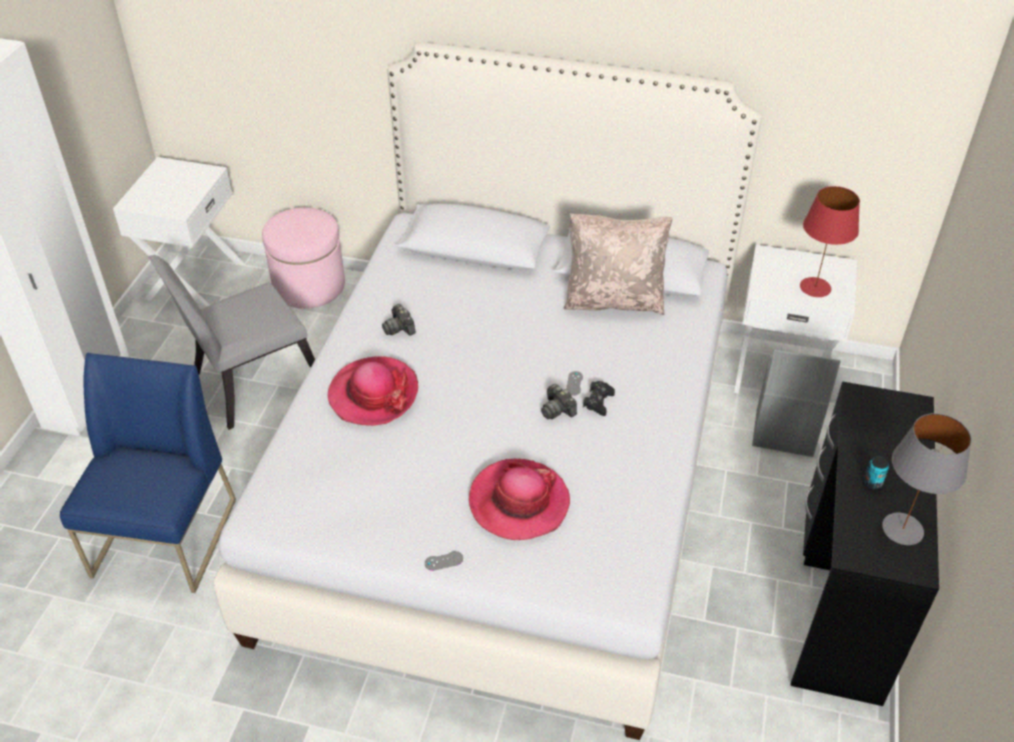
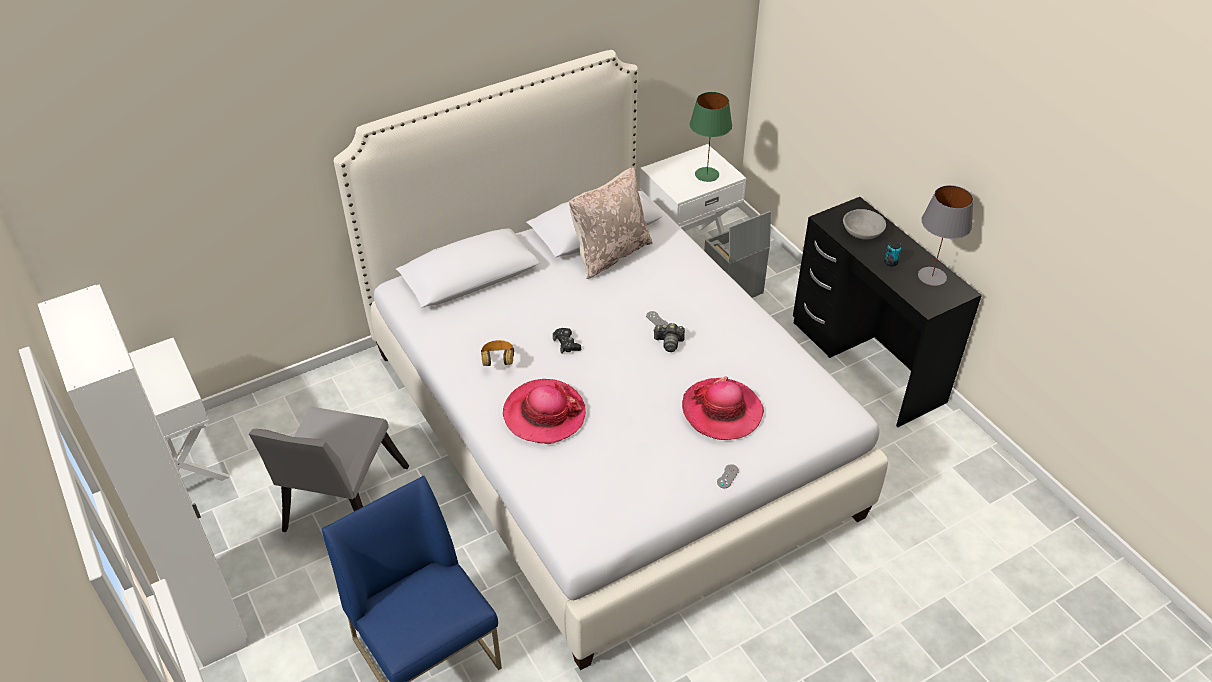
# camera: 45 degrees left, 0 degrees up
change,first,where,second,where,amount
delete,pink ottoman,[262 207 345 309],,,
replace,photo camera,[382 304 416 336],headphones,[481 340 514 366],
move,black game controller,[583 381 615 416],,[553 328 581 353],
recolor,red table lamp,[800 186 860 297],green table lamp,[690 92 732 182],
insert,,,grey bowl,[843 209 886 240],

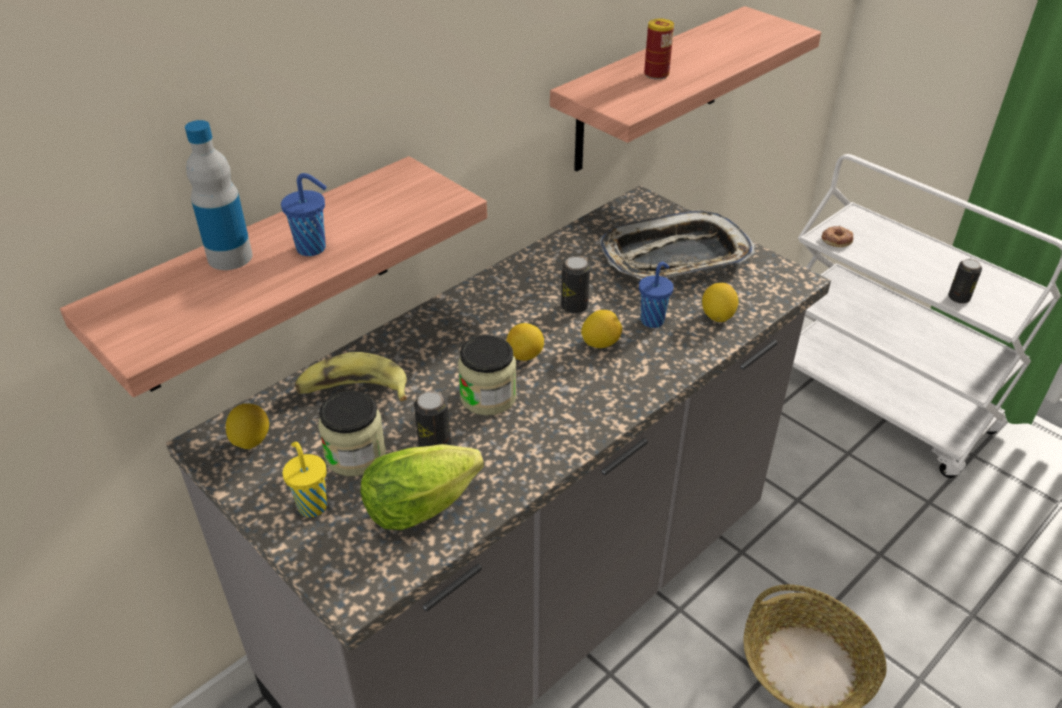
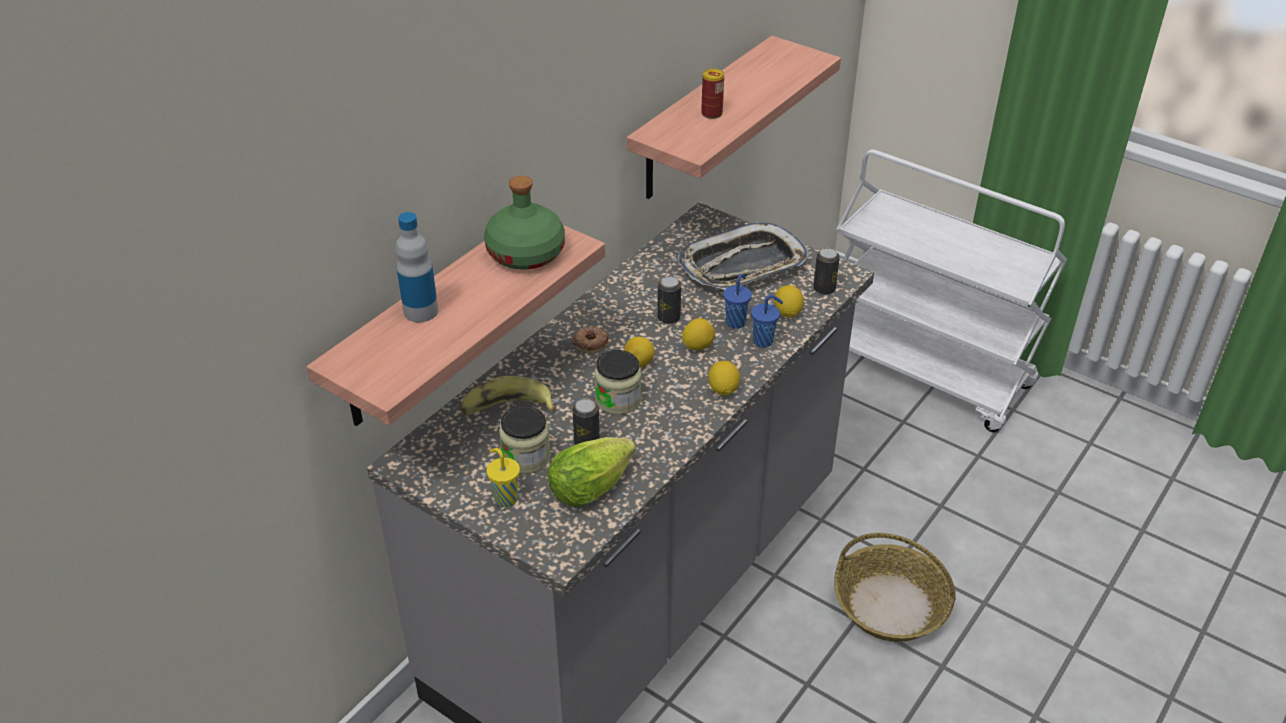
# camera: 10 degrees left, 0 degrees up
change,first,where,second,where,amount
move,lemon,[226 404 269 449],,[708 361 740 396],
move,blue cup,[281 173 327 256],,[751 295 783 348],
move,donut,[822 226 853 247],,[572 326 609 353],
move,can,[948 259 982 304],,[813 248 840 295],
insert,,,green bottle,[484 176 565 270],

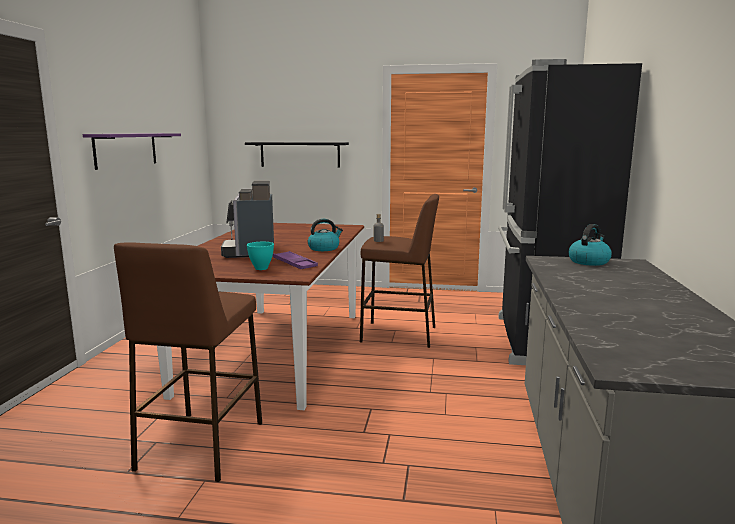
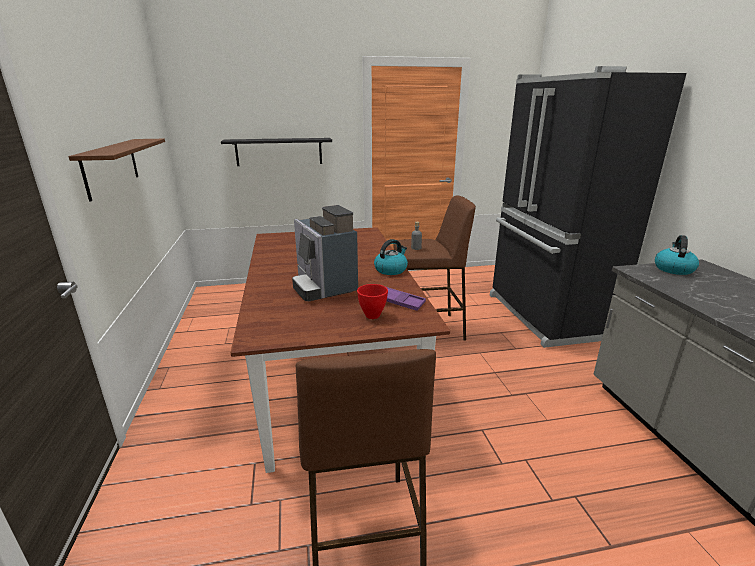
# camera: 20 degrees left, 10 degrees up
change,first,where,second,where,amount
recolor,purple shelf,[83 133 181 170],brown shelf,[68 139 165 202],
recolor,turquoise bowl,[247 242 274 270],red bowl,[357 284 388 319],

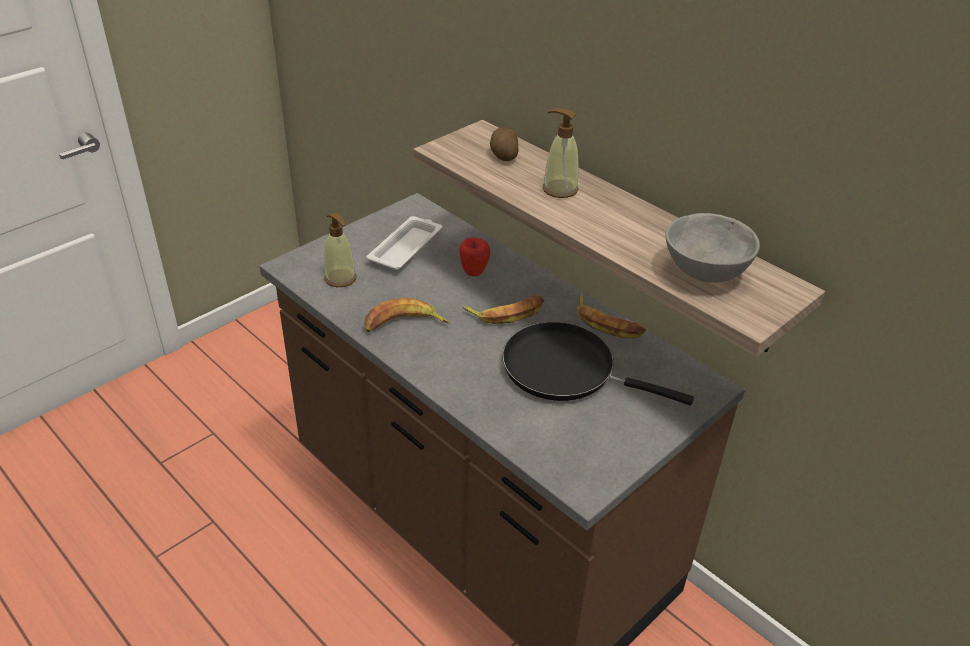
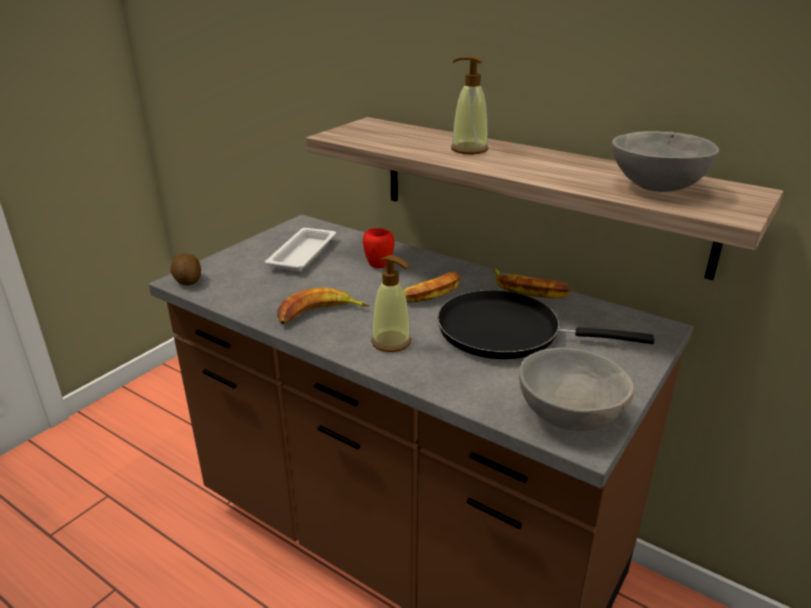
# camera: 10 degrees left, 10 degrees down
change,first,where,second,where,amount
move,soap dispenser,[324 212 357 287],,[371 255 411 352],
move,potato,[490 127 519 161],,[171 253 201 286],
insert,,,grey bowl,[519 348 634 431],

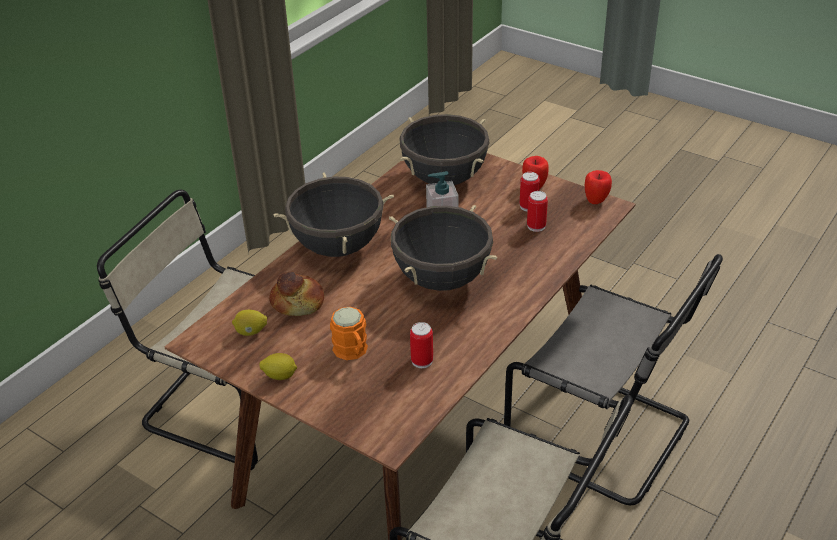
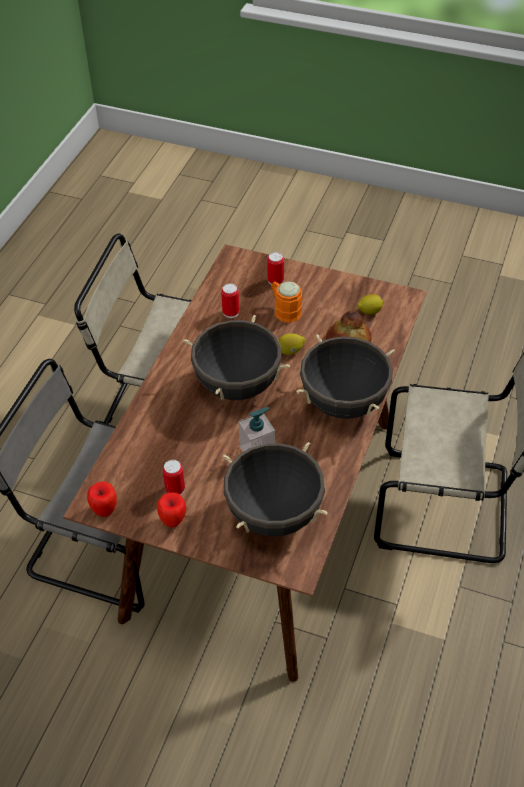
# camera: 165 degrees right, 10 degrees up
change,first,where,second,where,amount
move,lemon,[259 353 297 380],,[279 333 305 355],
move,can,[527 191 548 232],,[267 252 284 285],

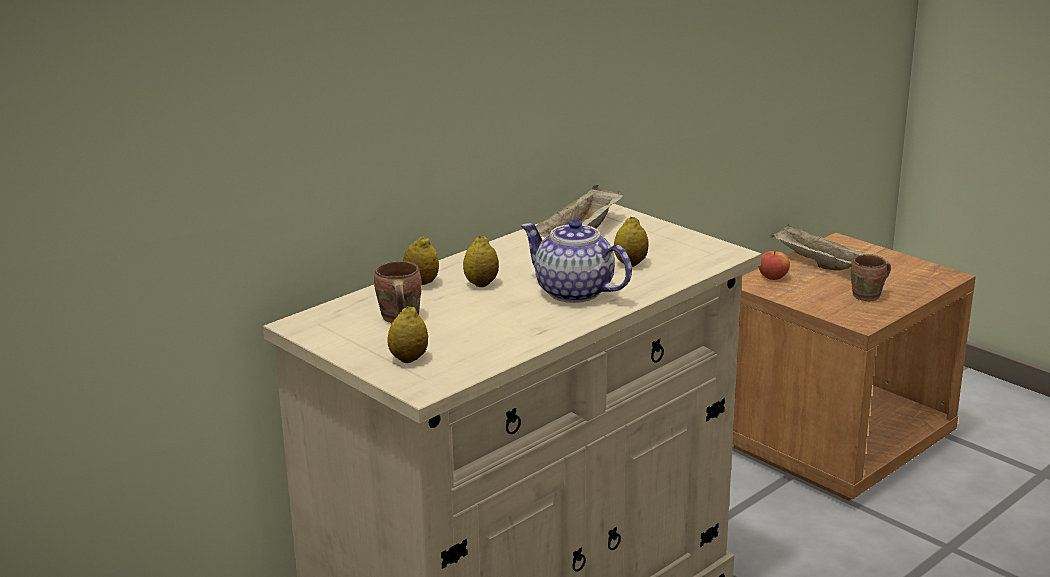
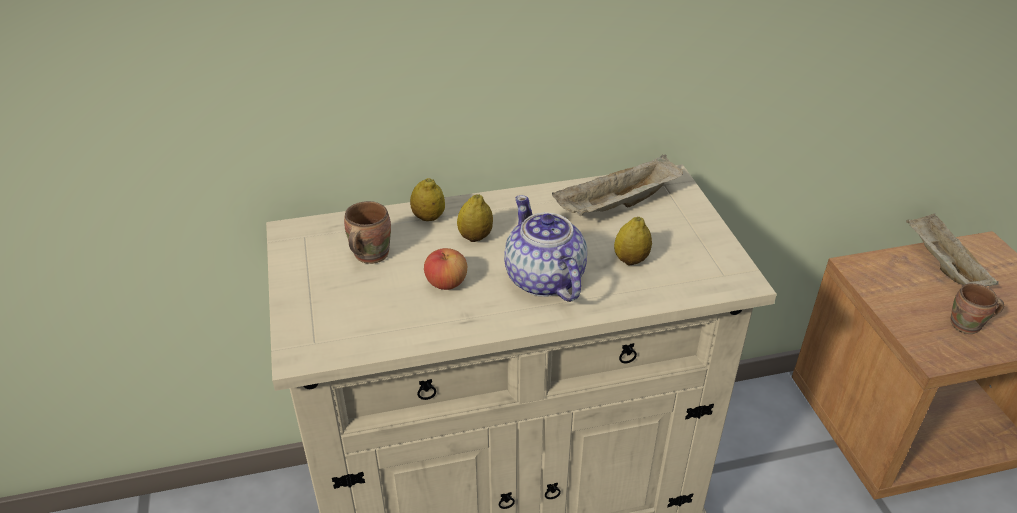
# camera: 30 degrees right, 15 degrees up
change,first,where,second,where,amount
delete,lemon,[387 306 428 363],,,
move,apple,[758 250 790 280],,[424 248 467 290],

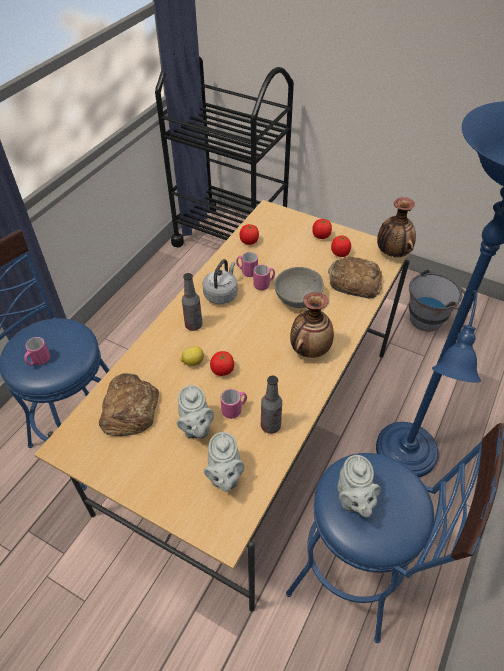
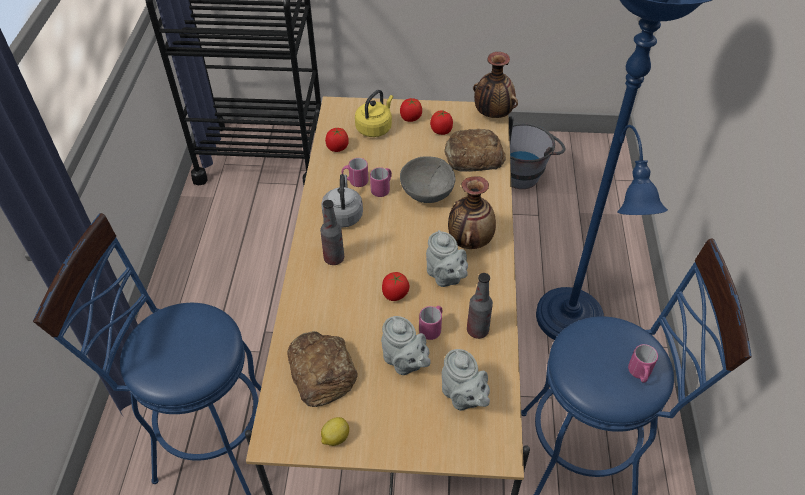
# camera: 25 degrees left, 0 degrees up
change,first,where,second,where,amount
move,pink mug,[24 337 50 366],,[628 344 658 383],
move,lemon,[180 346 204 366],,[321 417 349 446],
move,grey teapot,[338 455 380 518],,[426 230 468 287],
insert,,,yellow kettle,[355 90 393 137],

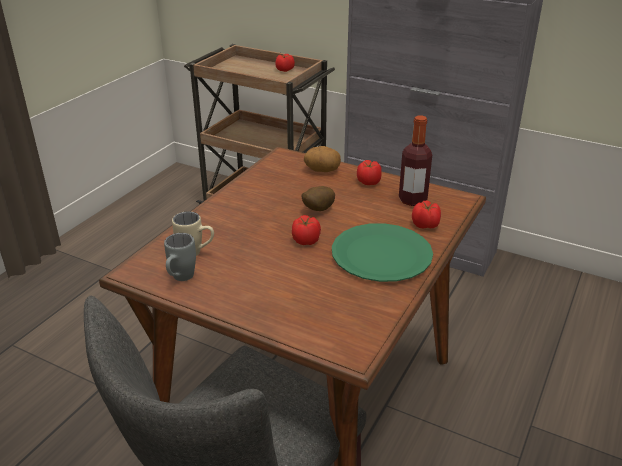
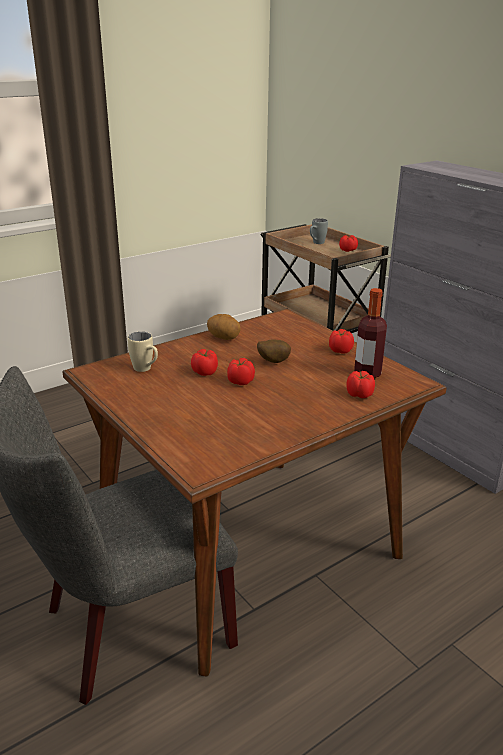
# camera: 25 degrees right, 5 degrees down
change,first,where,second,where,amount
move,grey mug,[164 233 196 281],,[310 218 328 244],
move,potato,[304 146 341 172],,[207 314 240 340],
delete,green plate,[332 223 433 282],,,
insert,,,tomato,[191 349 218 376],

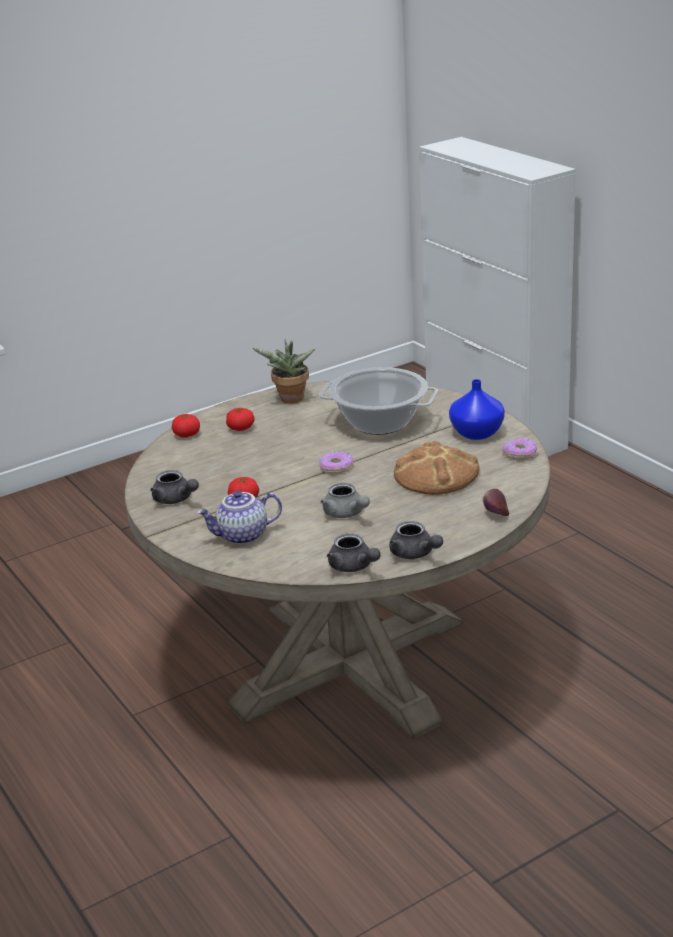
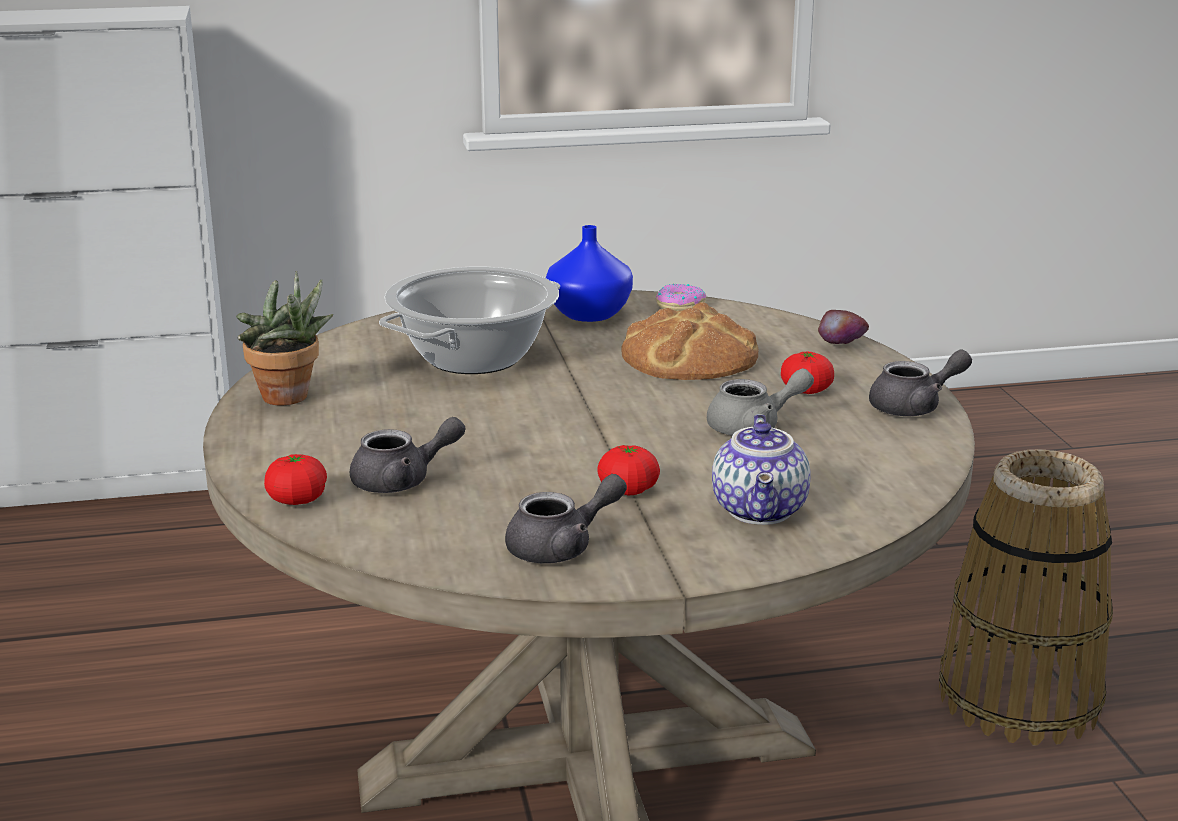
# camera: 70 degrees left, 5 degrees down
change,first,where,second,where,amount
move,tomato,[226 408 255 431],,[781 352 834 394],
delete,donut,[319 451 354 474],,,
move,grey teapot,[327 533 381 572],,[350 417 465 493],
insert,,,basket,[939 449 1113 746],

